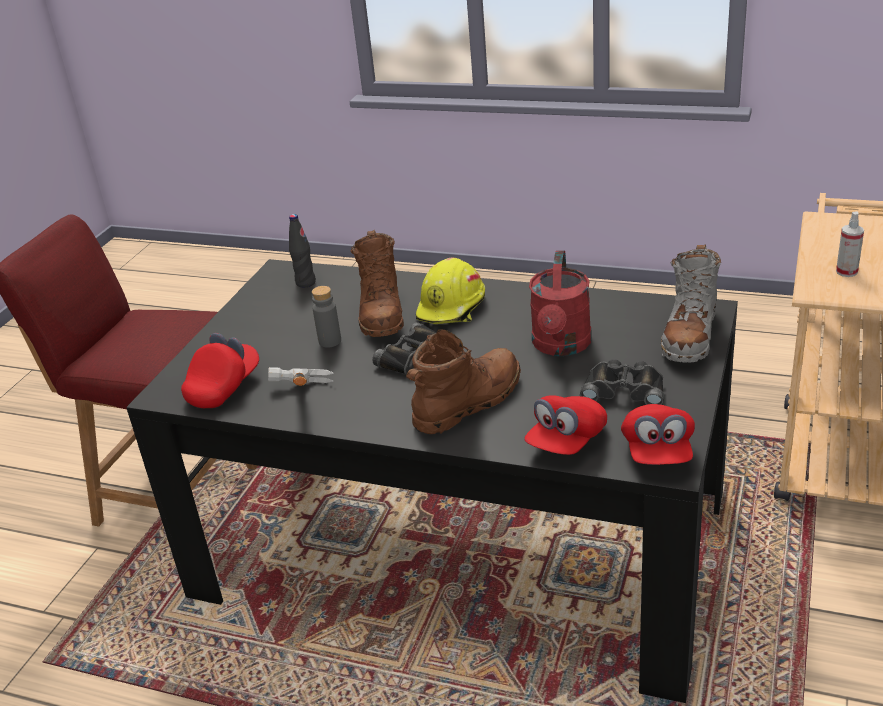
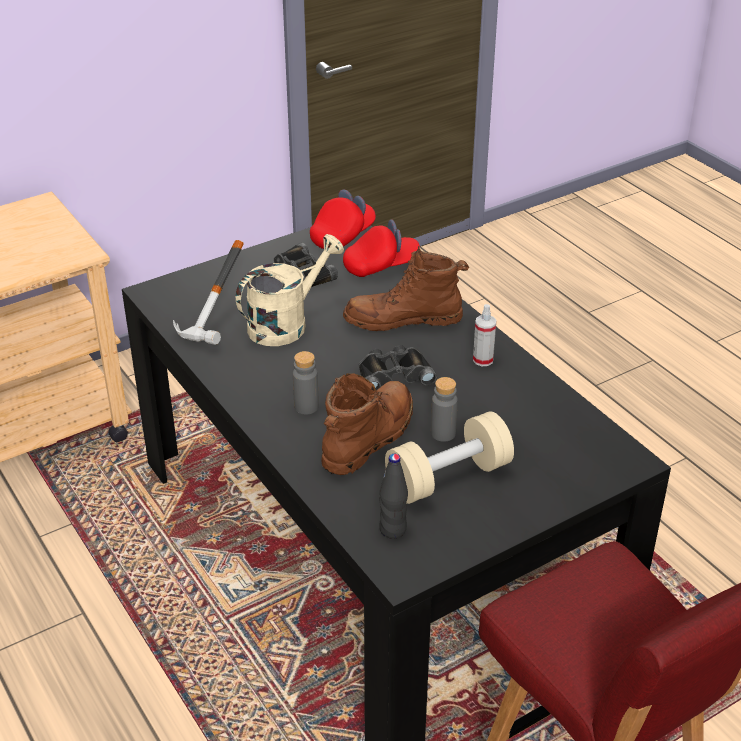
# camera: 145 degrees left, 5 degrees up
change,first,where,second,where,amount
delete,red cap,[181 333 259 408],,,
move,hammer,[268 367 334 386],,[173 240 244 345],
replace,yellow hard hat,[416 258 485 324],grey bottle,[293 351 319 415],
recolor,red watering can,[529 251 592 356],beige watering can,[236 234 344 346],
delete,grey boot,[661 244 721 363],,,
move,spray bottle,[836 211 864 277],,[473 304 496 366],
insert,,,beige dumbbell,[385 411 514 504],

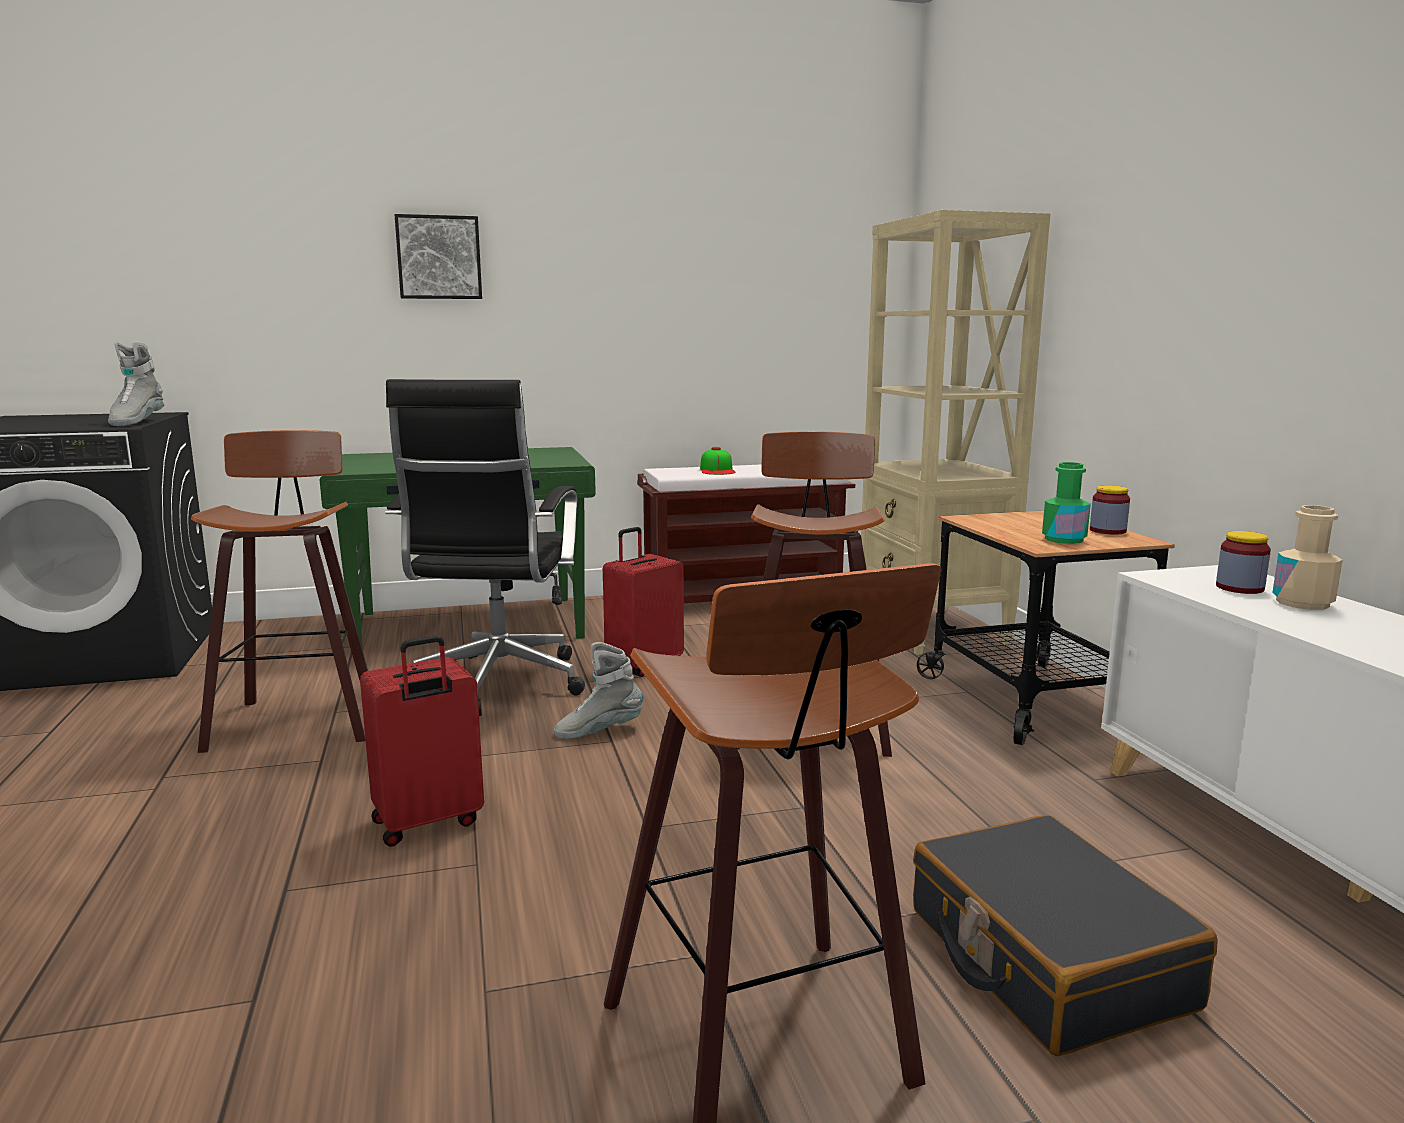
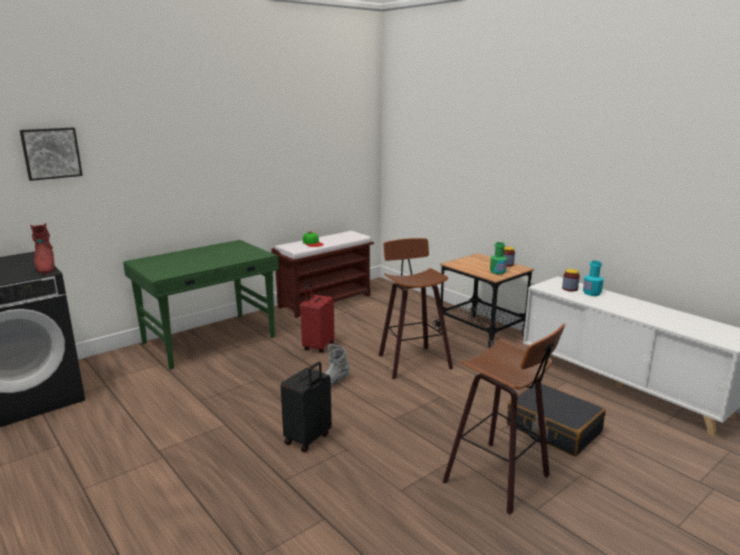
# camera: 25 degrees left, 5 degrees up
change,first,where,second,where,amount
recolor,grey boot,[108 341 164 427],red boot,[30 223 55 274],
delete,stool,[191 430 368 753],,,
recolor,red suitcase,[360 635 484 847],black suitcase,[281 362 332 452],
delete,black office chair,[385 379 585 716],,,
move,picture,[394 214 482 299],,[20 128 83 181],
delete,beige bookcase,[861 210 1051 655],,,
recolor,beige bottle,[1272 505 1343 610],turquoise bottle,[583 261 604 296],

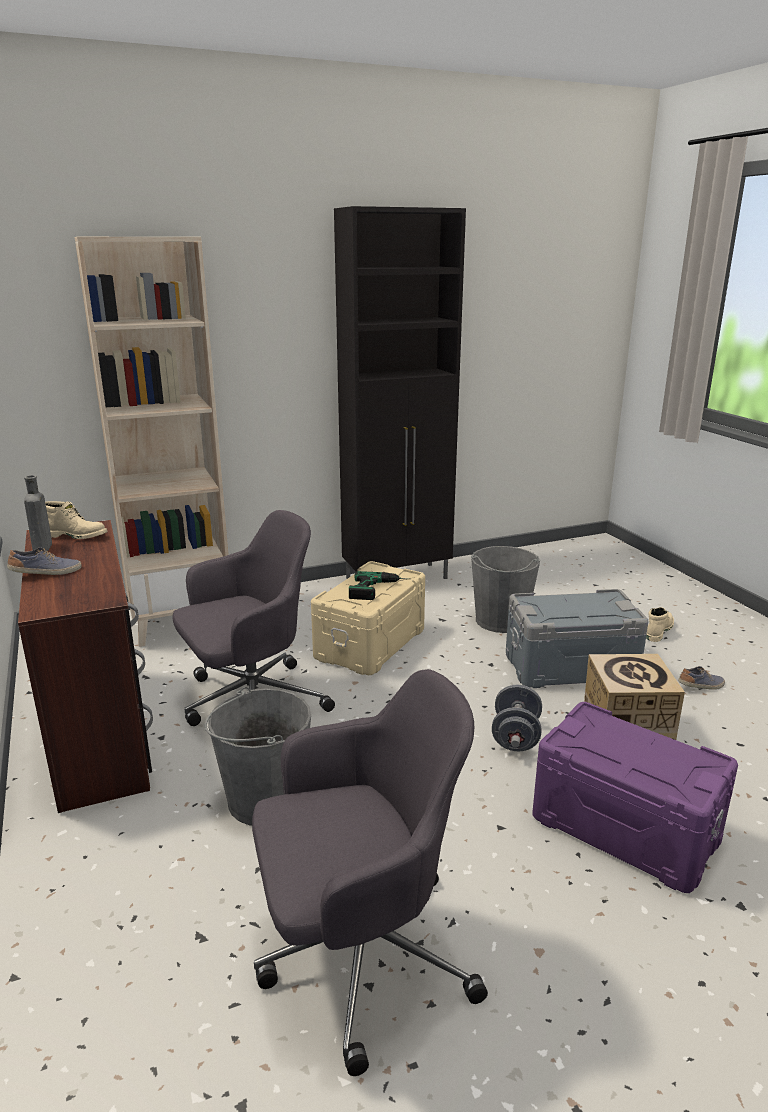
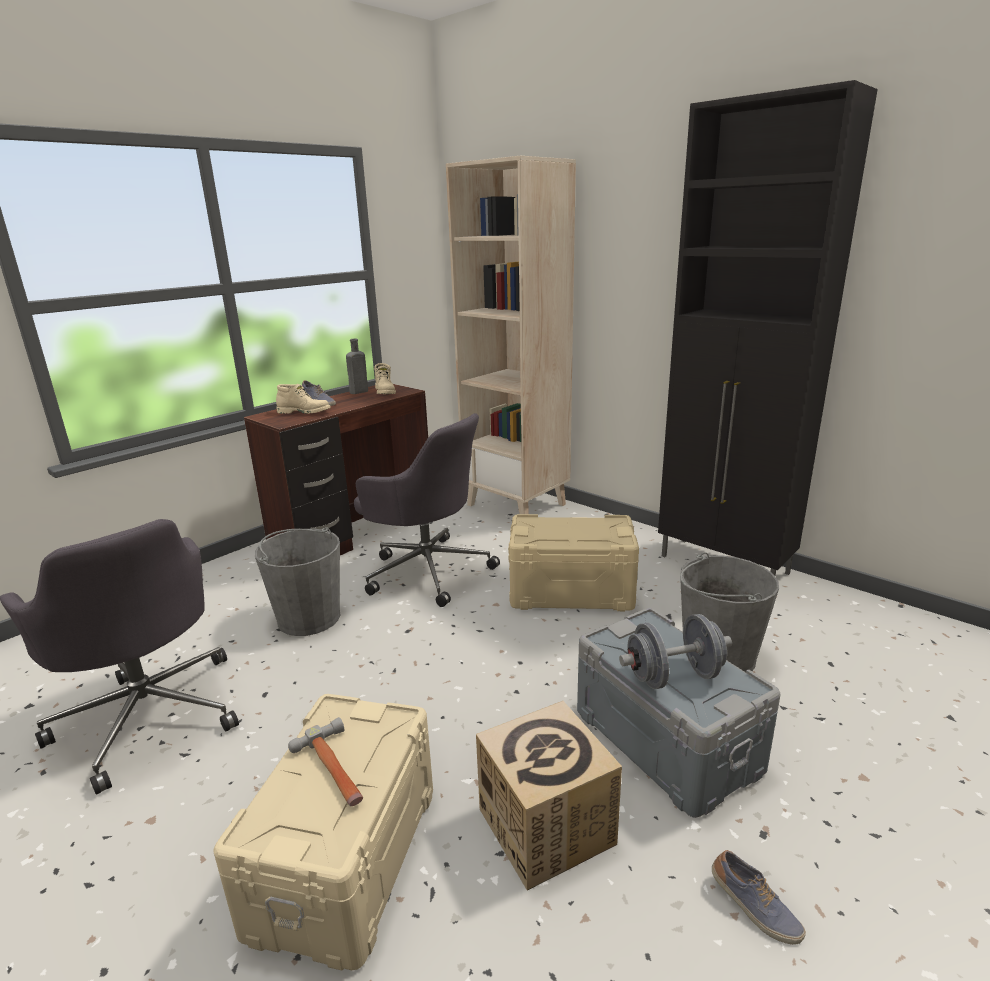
# camera: 65 degrees right, 0 degrees up
change,first,where,second,where,amount
delete,power drill,[349 571 407 600],,,
move,grey dumbbell,[492 685 542 751],,[619 614 732 689],
recolor,purple storage box,[532 702 738 893],beige storage box,[214 694 433 971],
move,beige boot,[646 607 674 642],,[276 384 331 414],
insert,,,hammer,[288 717 363 806],

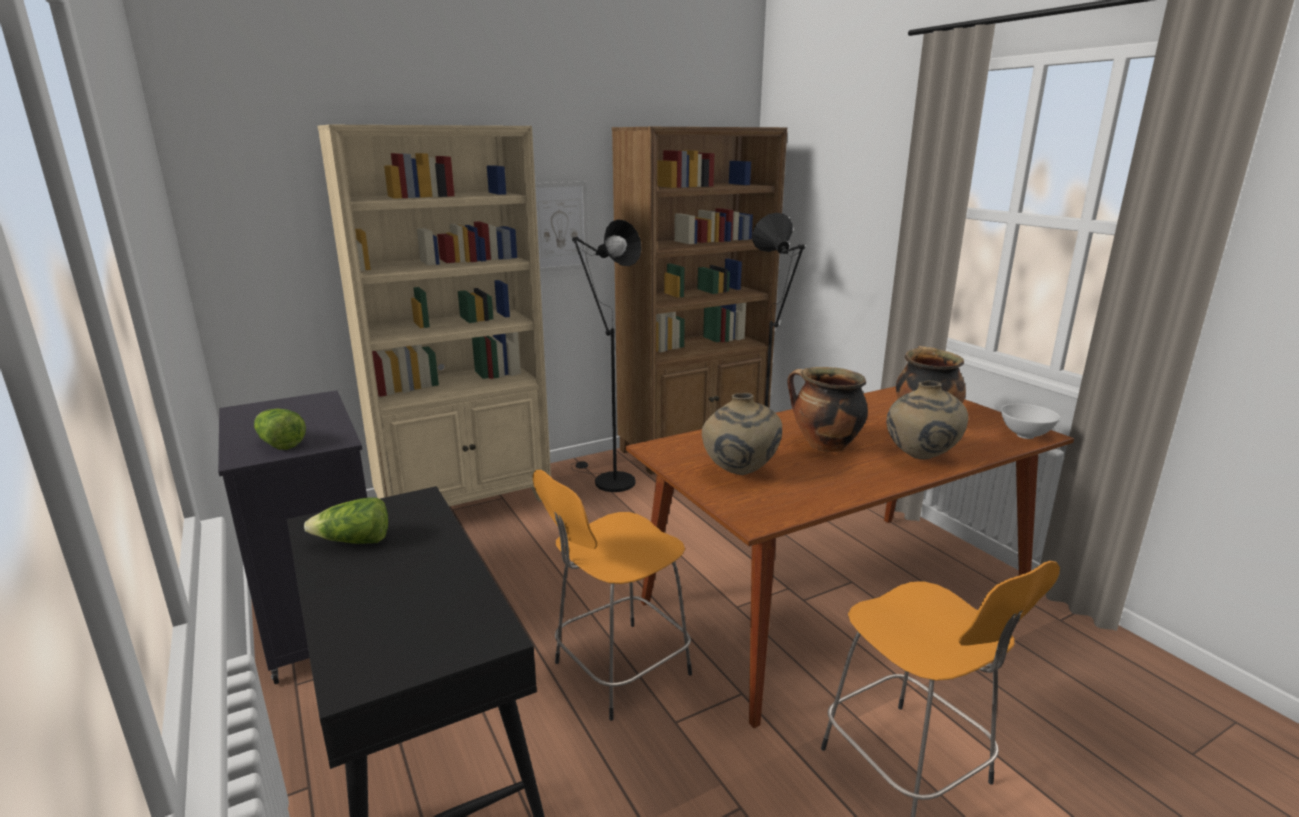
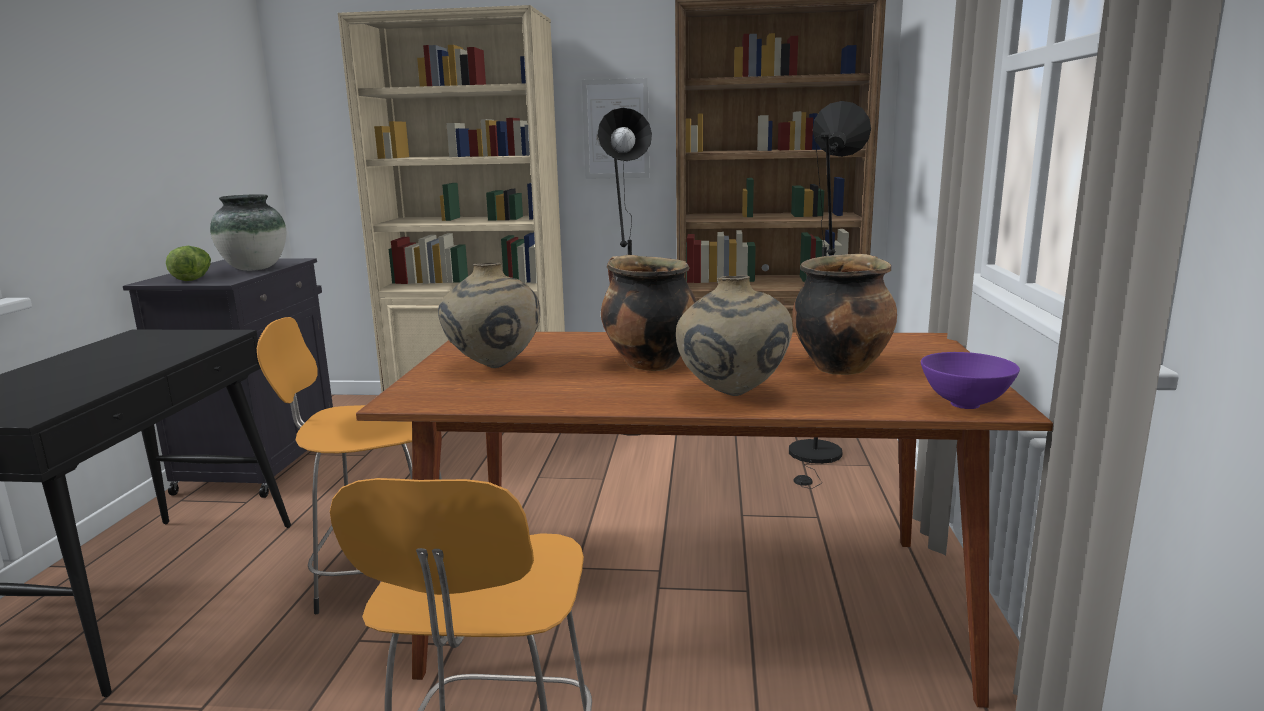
# camera: 35 degrees right, 5 degrees down
change,first,where,second,where,amount
delete,lettuce,[304 498 388 544],,,
recolor,white bowl,[1001 404 1060 439],purple bowl,[921 352 1020 409],
insert,,,vase,[210 194 286 271],

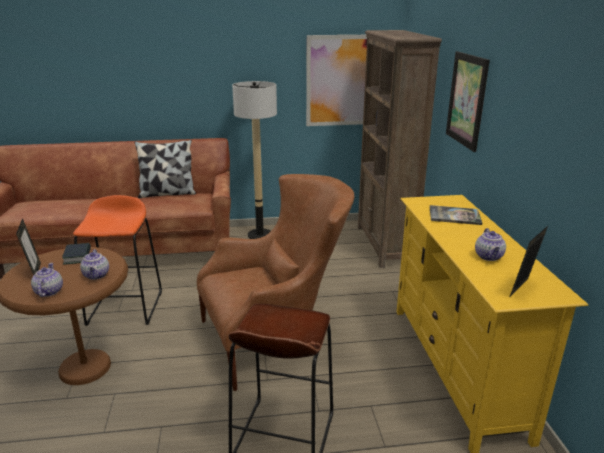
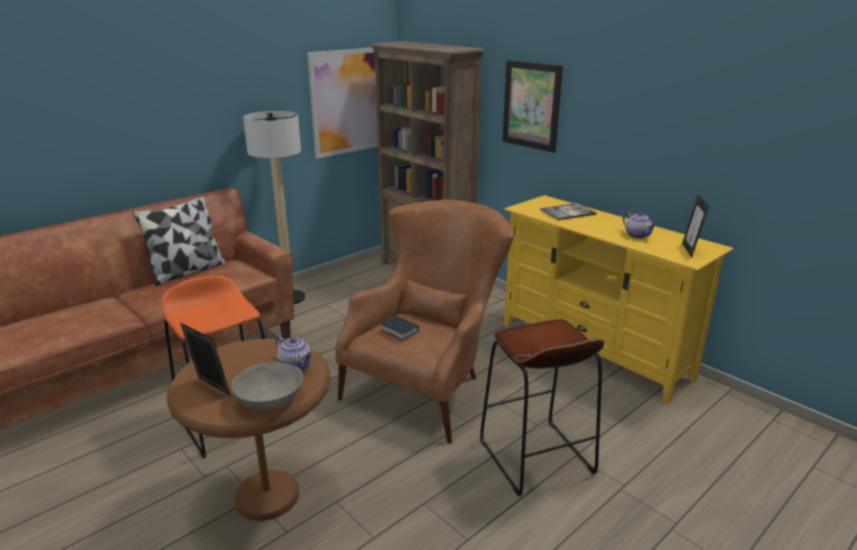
# camera: 35 degrees left, 0 degrees up
change,first,where,second,where,amount
replace,teapot,[31 263 63 297],grey bowl,[231 362 303 410],
move,book,[62 243 91 265],,[381 316 419 341],

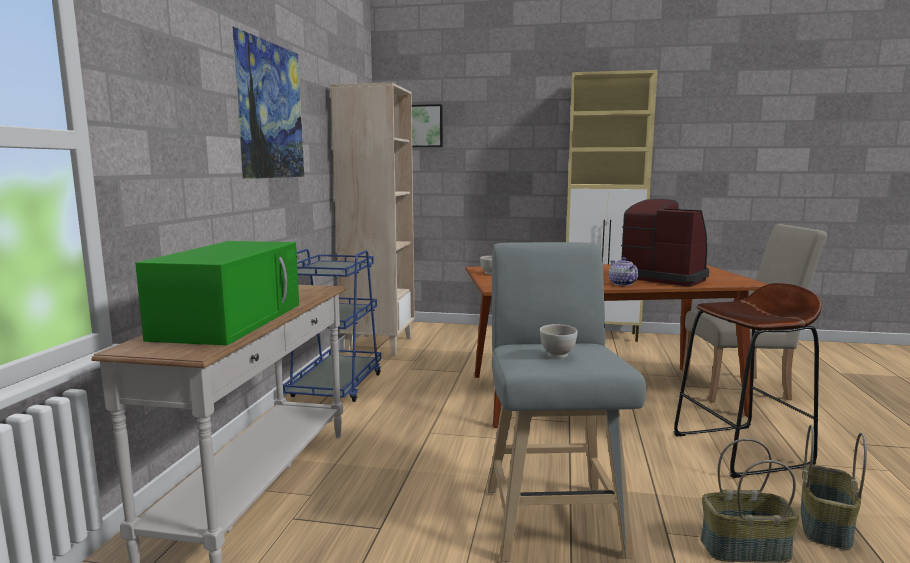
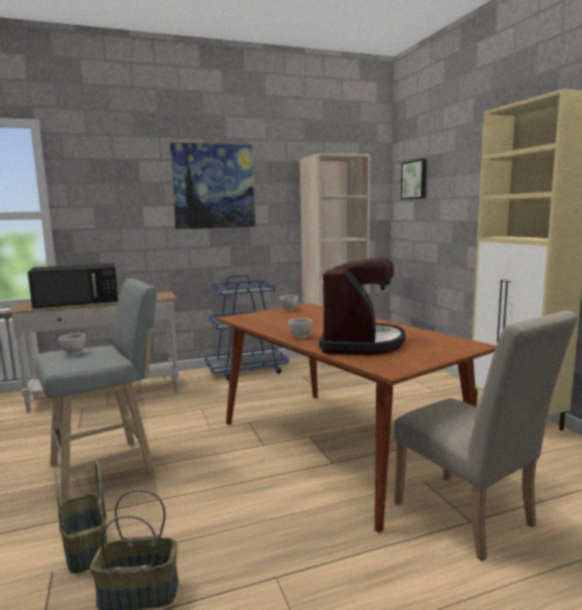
# camera: 60 degrees right, 0 degrees up
change,first,where,second,where,amount
recolor,green microwave,[135 241 299 346],black microwave,[28 263 118 309],
replace,teapot,[609 257 638 286],white bowl,[288 318 312 338],
delete,brown stool,[674 283 822 478],,,

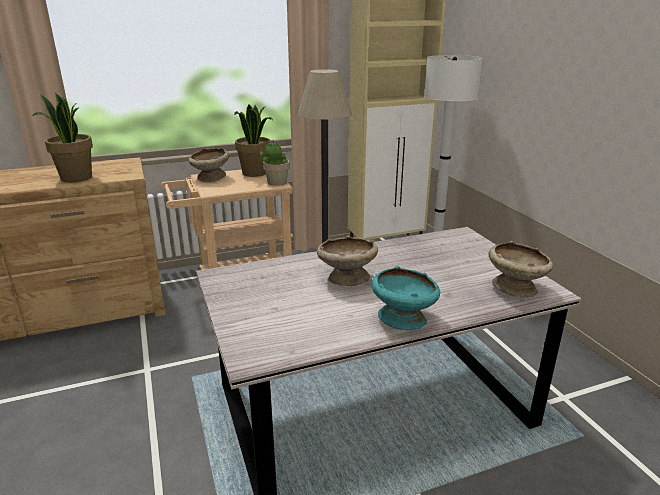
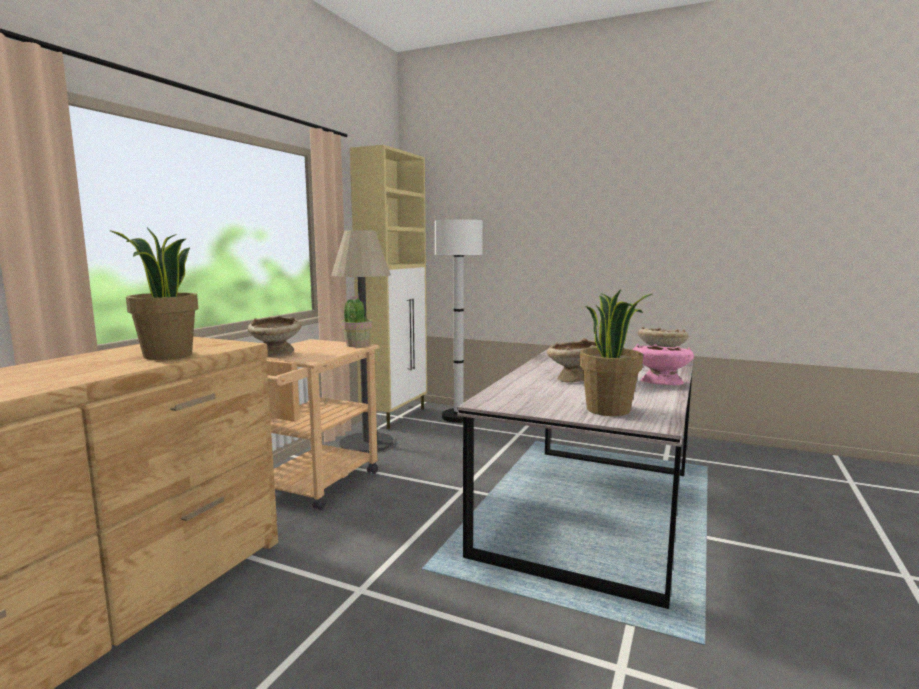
# camera: 45 degrees left, 15 degrees down
change,first,where,second,where,amount
move,potted plant,[234 104 273 177],,[579 289 652 416],
recolor,turquoise bowl,[371 266 440 330],pink bowl,[633 344 694 385],

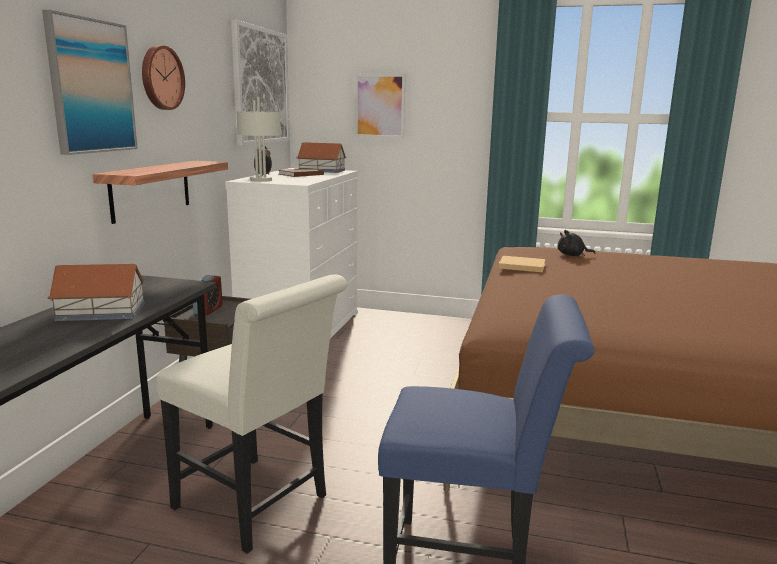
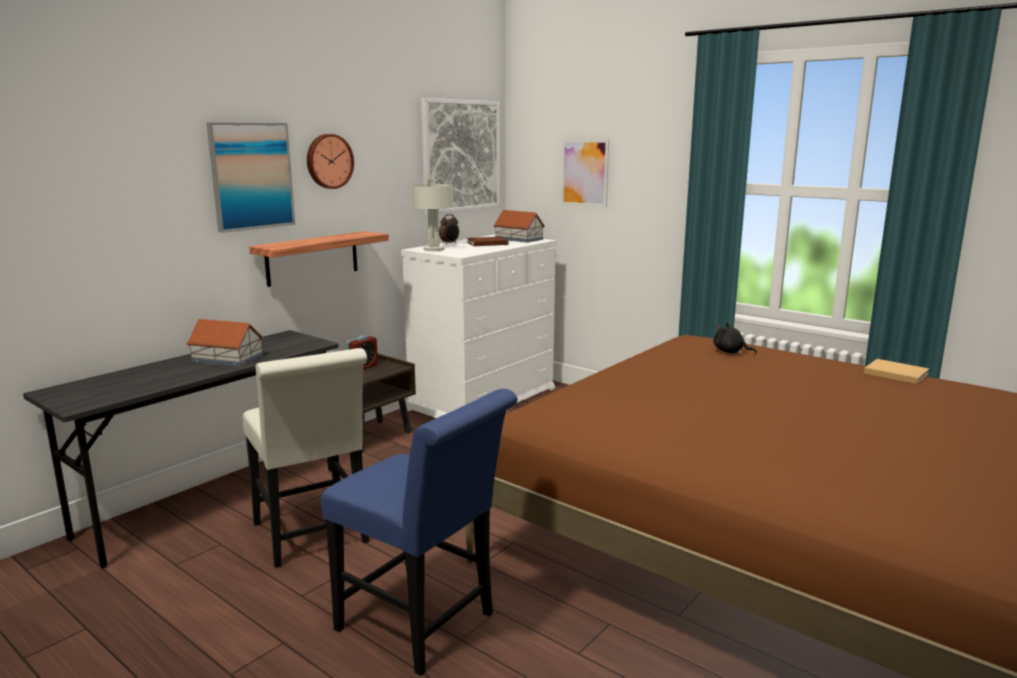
# camera: 25 degrees right, 0 degrees up
change,first,where,second,where,amount
move,beige book,[498 256 545 272],,[864 359 929 384],

